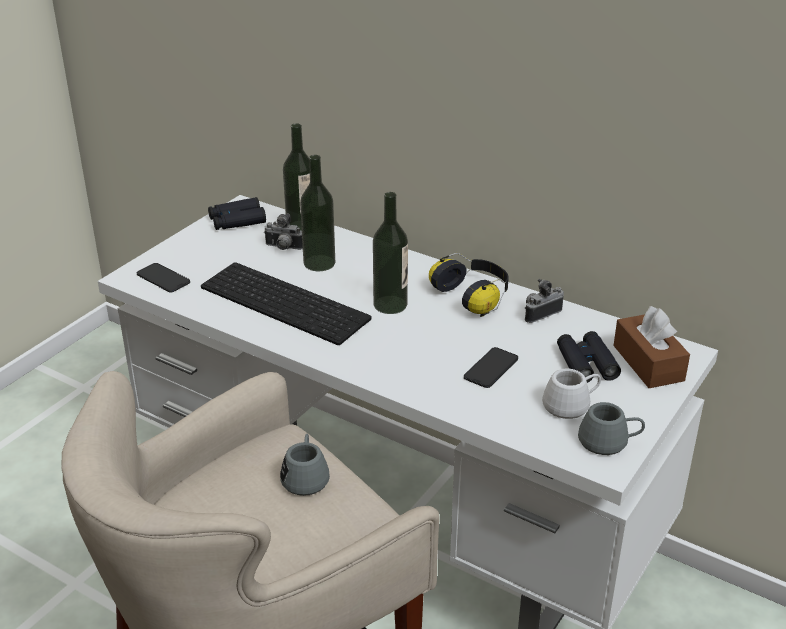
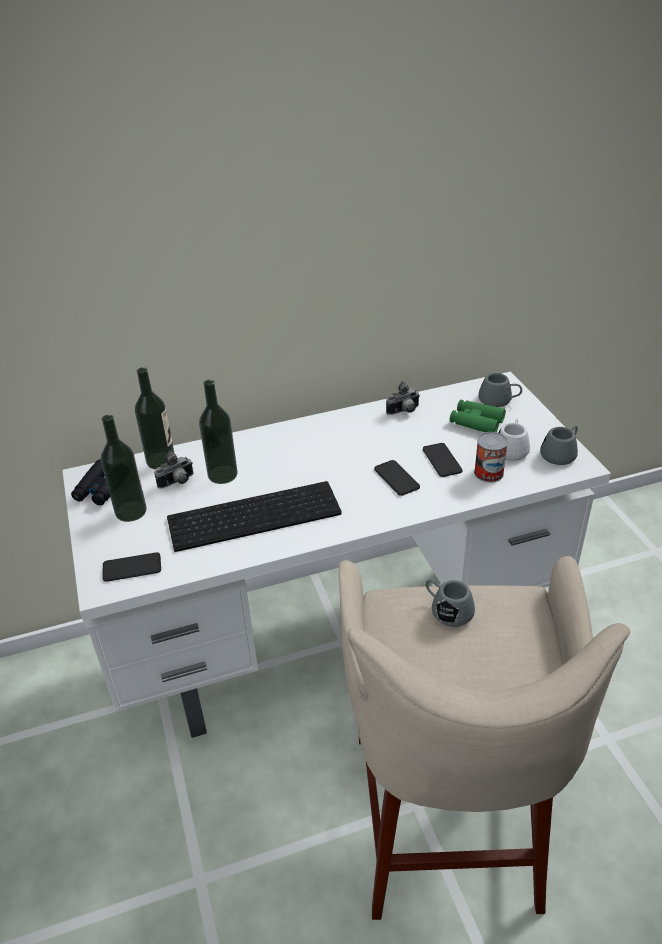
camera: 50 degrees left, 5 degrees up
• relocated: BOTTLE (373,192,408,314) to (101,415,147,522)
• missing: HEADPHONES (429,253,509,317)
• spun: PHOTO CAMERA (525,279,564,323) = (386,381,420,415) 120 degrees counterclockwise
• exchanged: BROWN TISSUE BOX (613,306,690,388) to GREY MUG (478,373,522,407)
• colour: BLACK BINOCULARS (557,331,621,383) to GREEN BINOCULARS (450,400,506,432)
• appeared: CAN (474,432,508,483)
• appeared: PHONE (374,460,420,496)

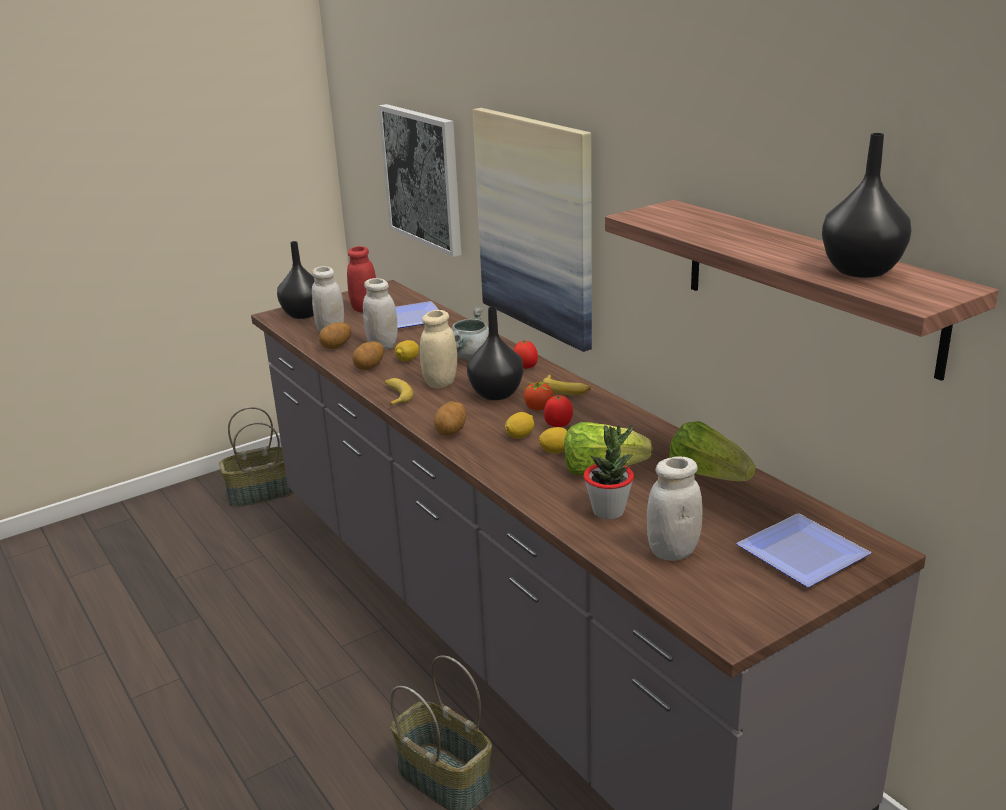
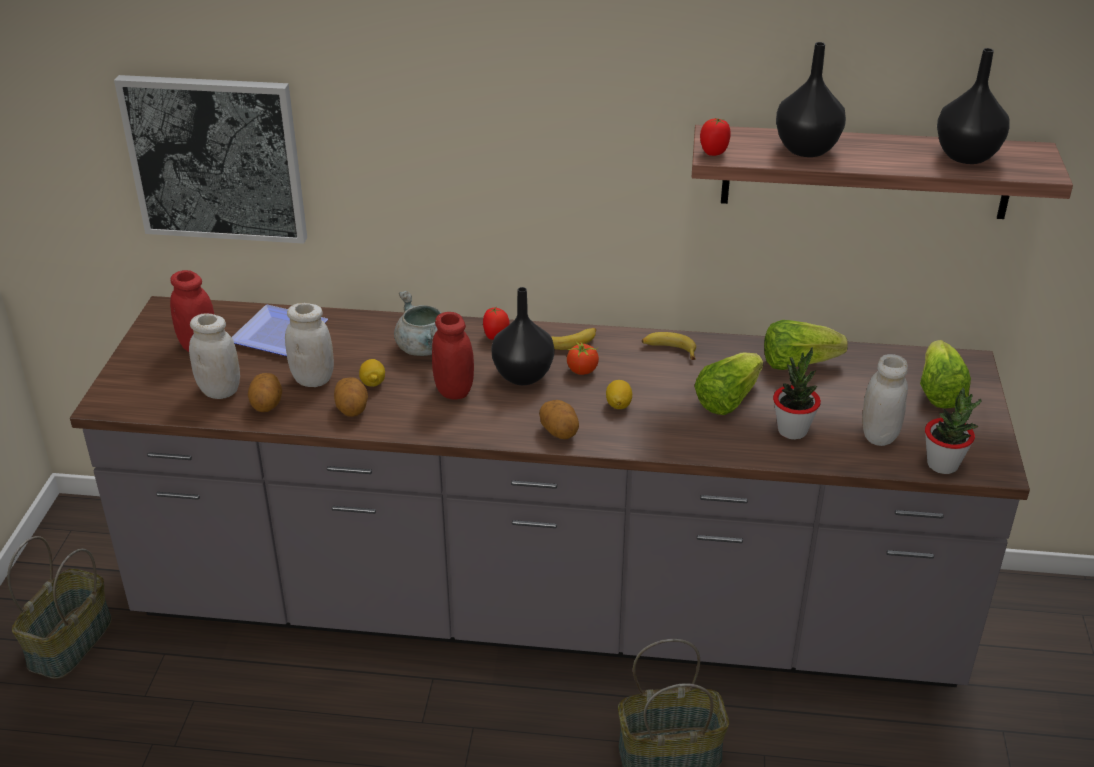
camera: 50 degrees left, 10 degrees up
• missing: PICTURE (473,108,592,352)
• relocated: BLACK VASE (277,241,314,319) to (776,42,846,157)
• colour: BEIGE JAR (420,310,457,389) to RED JAR (432,312,474,400)
• relocated: BANANA (385,378,413,406) to (642,332,696,360)
• relocated: TOMATO (544,395,573,427) to (700,118,731,156)
• missing: LEMON (539,427,567,454)
• exchanged: PLATE (736,513,871,587) to LETTUCE (920,340,971,409)
• appeared: POTTED PLANT (925,388,982,474)

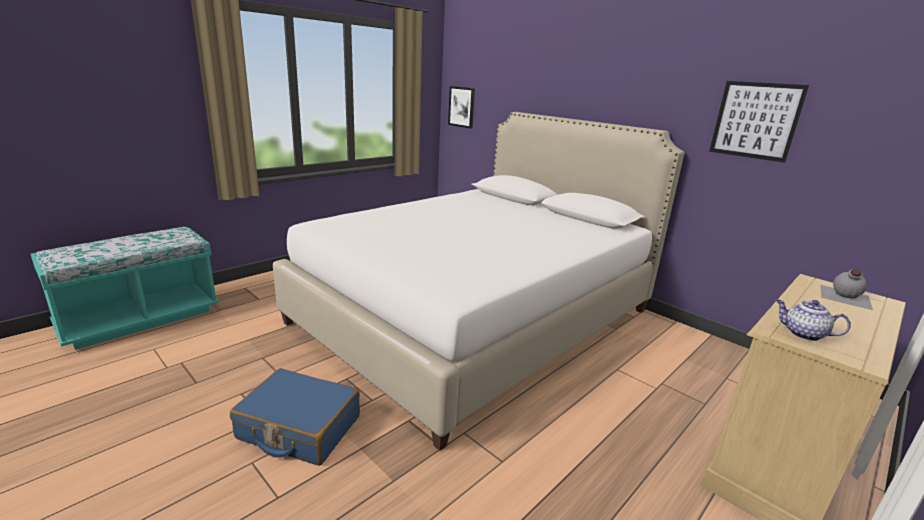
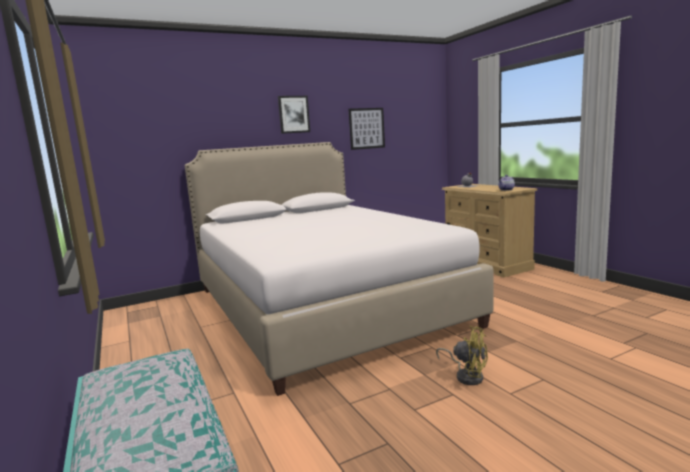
camera: 70 degrees left, 10 degrees down
• relocated: PICTURE (448,86,475,129) to (278,96,310,134)
• exchanged: BLUE SUITCASE (230,368,360,466) to YELLOW FAN (436,326,488,385)

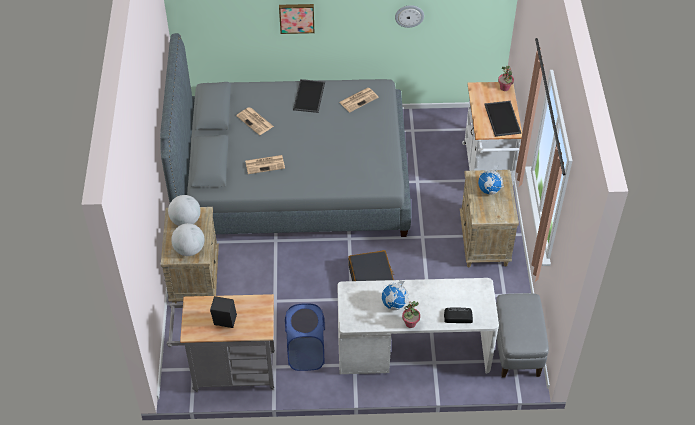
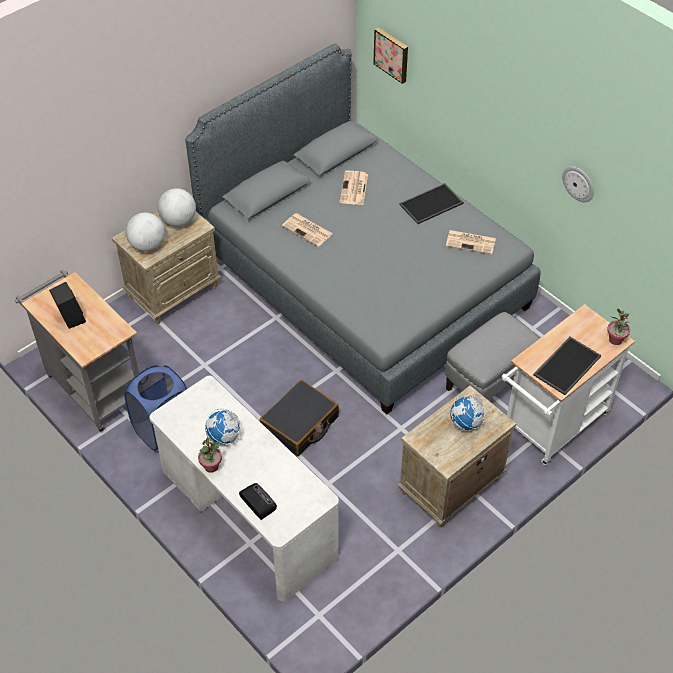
camera: 50 degrees right, 0 degrees up
• relocated: PICTURE (279,4,314,34) to (373,27,408,84)
• relocated: GREY OTTOMAN (496,293,549,378) to (445,312,540,400)

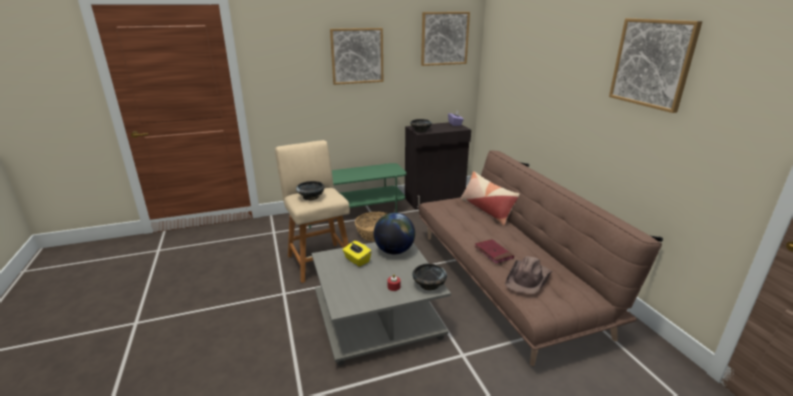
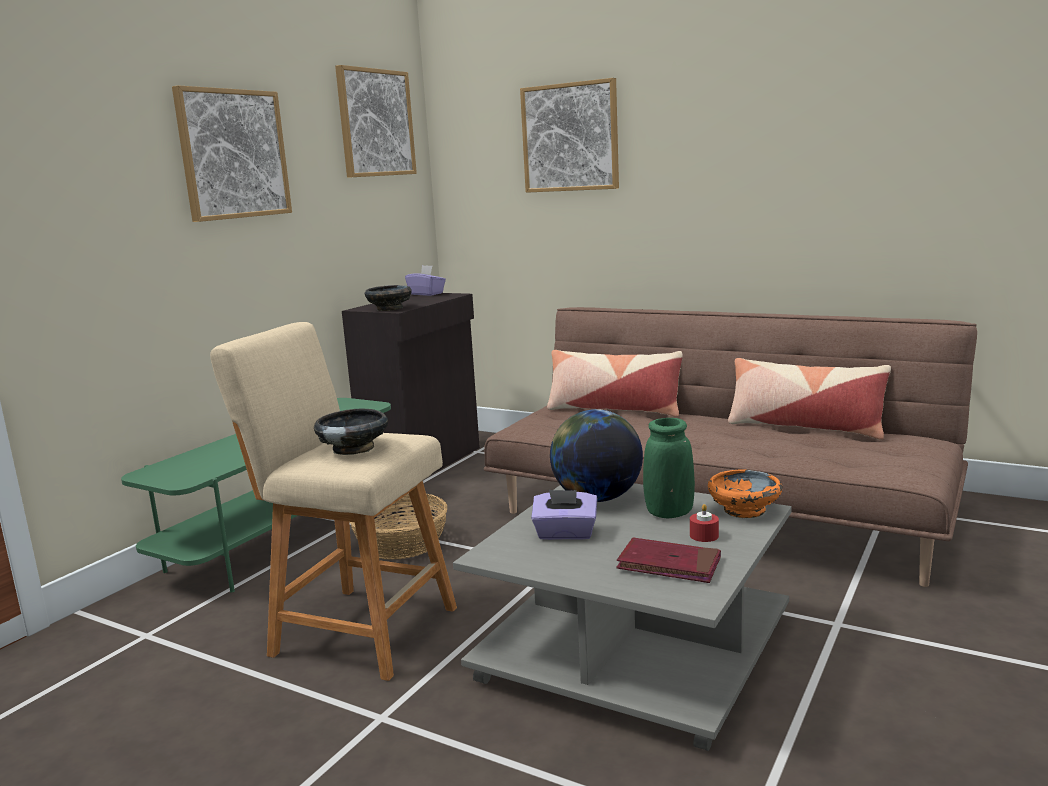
camera: 40 degrees left, 10 degrees down
• relocated: PICTURE (609,18,702,113) to (520,78,619,193)
• relocated: RED BOOK (475,239,514,264) to (616,537,721,583)
• colour: YELLOW TISSUE BOX (343,241,372,267) to PURPLE TISSUE BOX (531,490,597,540)
• missing: BROWN HAT (505,256,553,294)
• colour: BLACK BOWL (412,263,447,291) to ORANGE BOWL (708,470,782,518)
• appeared: PILLOW (728,358,891,440)
• appeared: GREEN VASE (643,418,695,518)

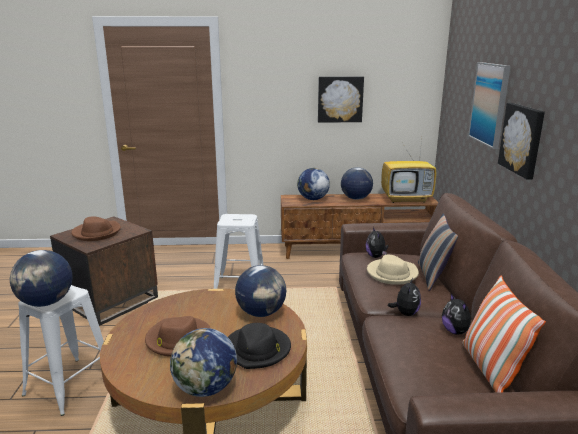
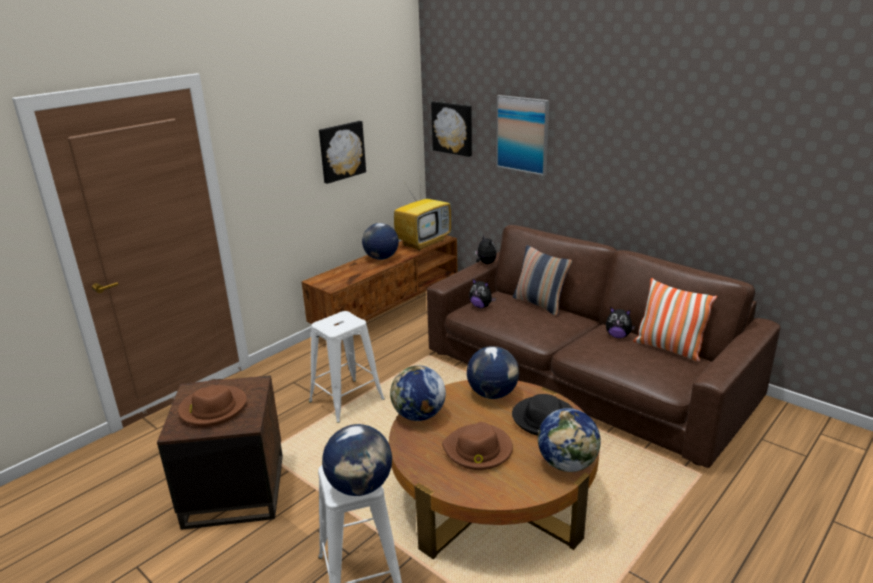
camera: 45 degrees left, 5 degrees up
• relocated: PICTURE (498,103,545,180) to (431,101,472,157)
• relocated: GLOBE (297,168,330,200) to (390,366,446,421)
• missing: BEIGE HAT (367,255,419,285)
• relocated: PLUSH TOY (388,278,421,316) to (475,235,497,264)

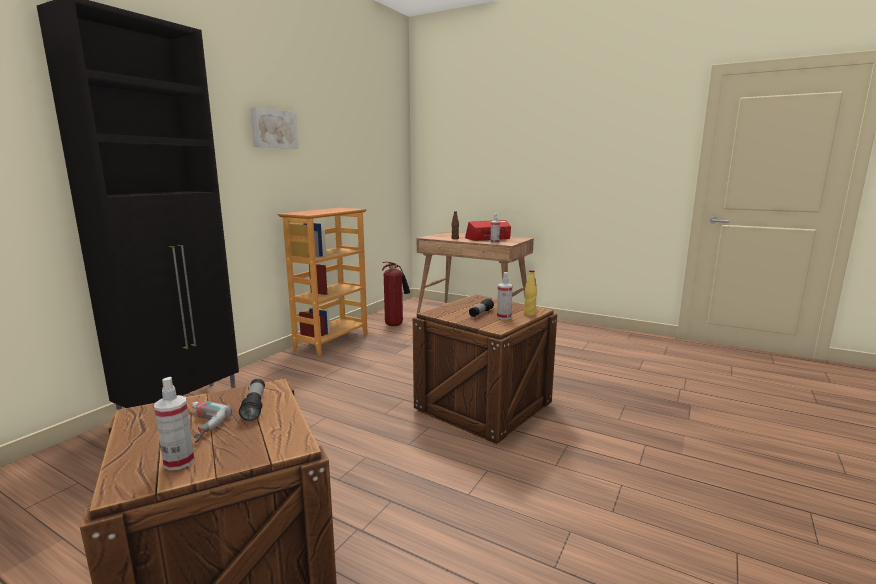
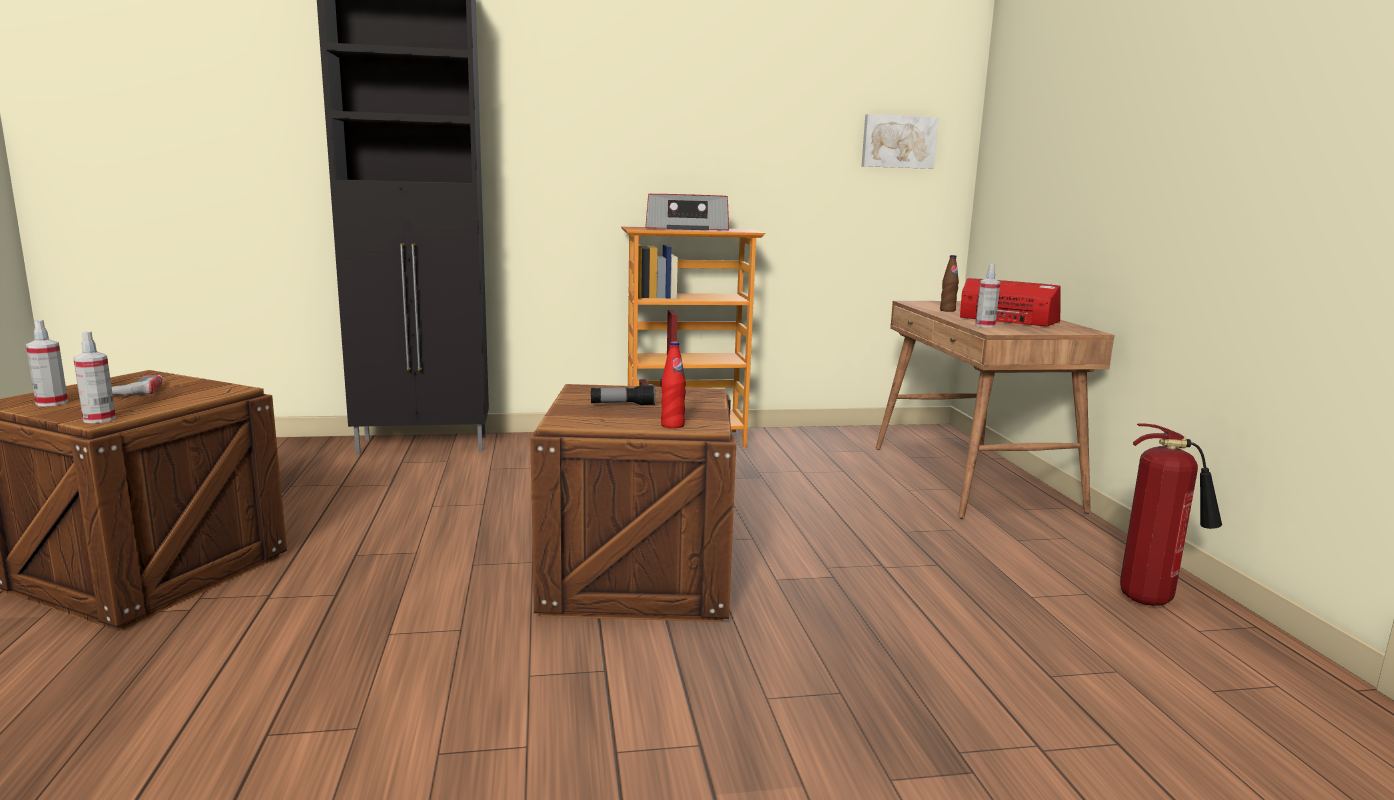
camera: 50 degrees right, 0 degrees up
• relocated: PICTURE (250,107,299,149) to (862,114,939,169)
• relocated: FIRE EXTINGUISHER (382,262,410,326) to (1120,424,1222,606)
• colour: YELLOW BOTTLE (524,270,537,316) to RED BOTTLE (661,341,686,429)
• relocated: SPRAY BOTTLE (497,272,512,320) to (73,331,116,423)
• missing: FLASHLIGHT (239,379,265,421)
• appeared: RADIO (645,194,729,230)

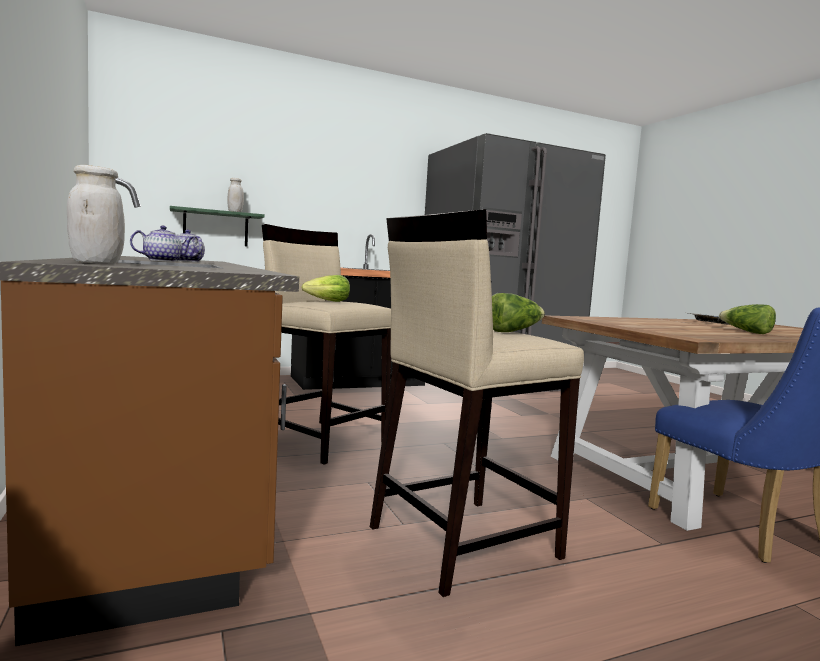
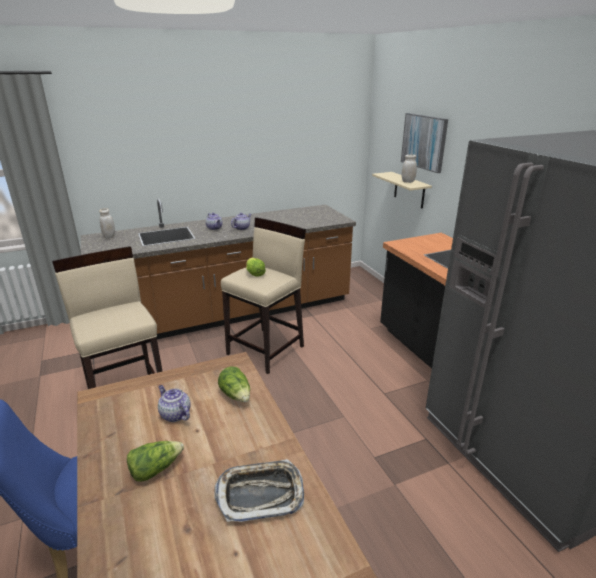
camera: 90 degrees right, 20 degrees up
• colour: GREEN SHELF (170,206,265,246) to BEIGE SHELF (372,172,432,209)
• relocated: LETTUCE (492,293,545,332) to (218,367,250,402)
• appeared: PICTURE (401,113,448,173)
• appeared: TEAPOT (158,385,190,422)

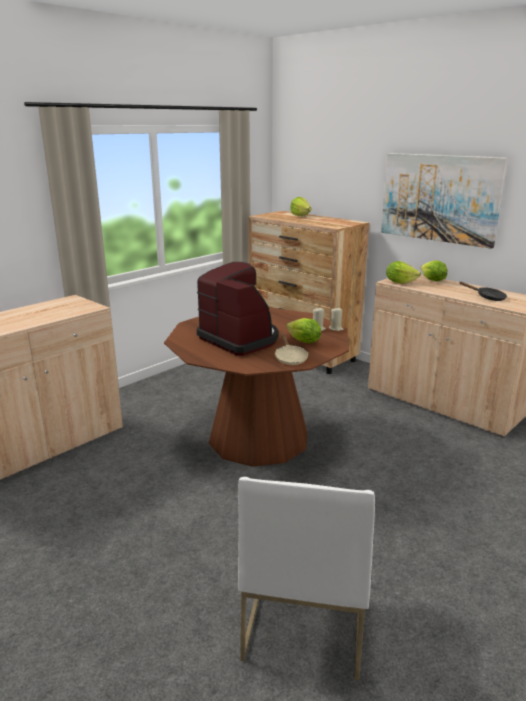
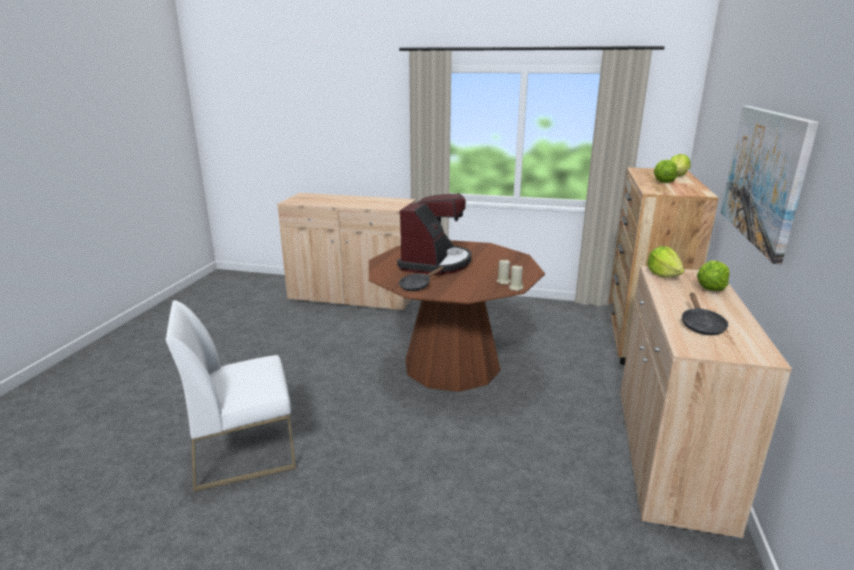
camera: 60 degrees right, 0 degrees up
• relocated: LETTUCE (286,318,321,343) to (654,160,677,183)
• colour: BEIGE FRYING PAN (275,334,308,365) to BLACK FRYING PAN (399,267,444,291)

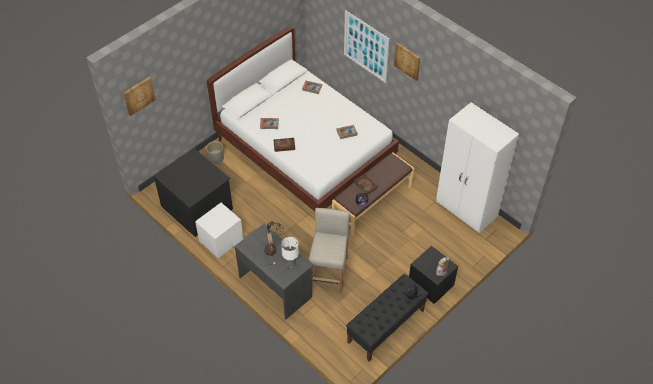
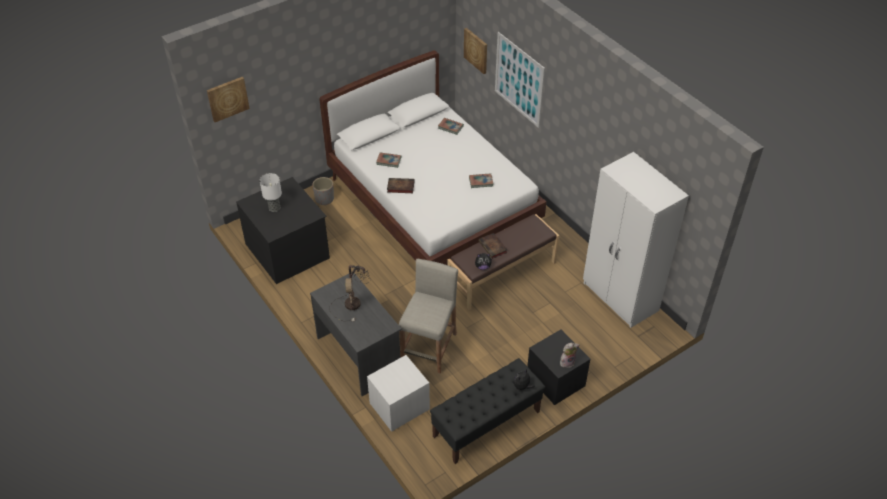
camera: 10 degrees right, 5 degrees down
• relocated: PICTURE (394,42,420,81) to (464,28,487,74)
• relocated: WHITE NIGHTSTAND (195,203,243,258) to (367,355,430,432)
• relocated: TABLE LAMP (281,237,299,267) to (260,173,282,212)

